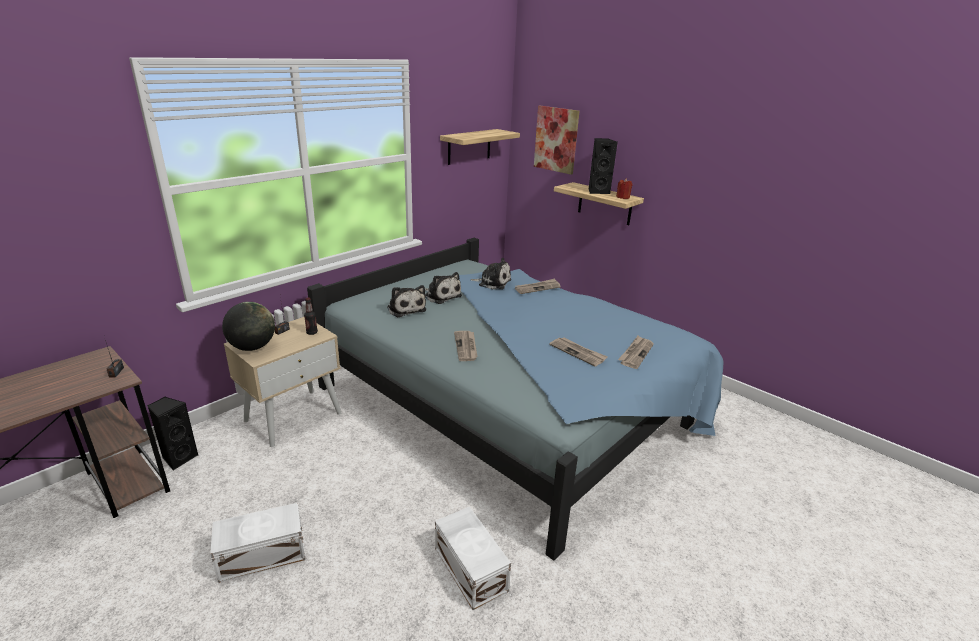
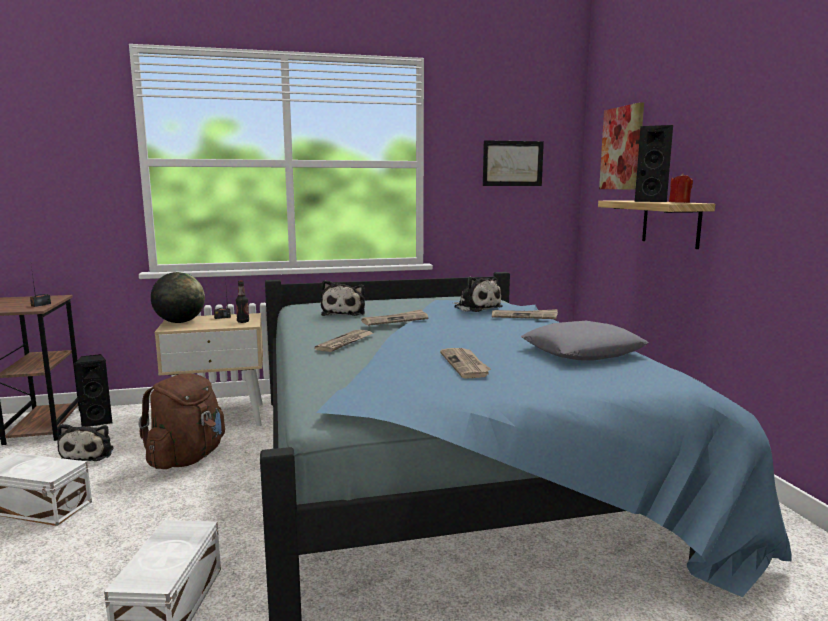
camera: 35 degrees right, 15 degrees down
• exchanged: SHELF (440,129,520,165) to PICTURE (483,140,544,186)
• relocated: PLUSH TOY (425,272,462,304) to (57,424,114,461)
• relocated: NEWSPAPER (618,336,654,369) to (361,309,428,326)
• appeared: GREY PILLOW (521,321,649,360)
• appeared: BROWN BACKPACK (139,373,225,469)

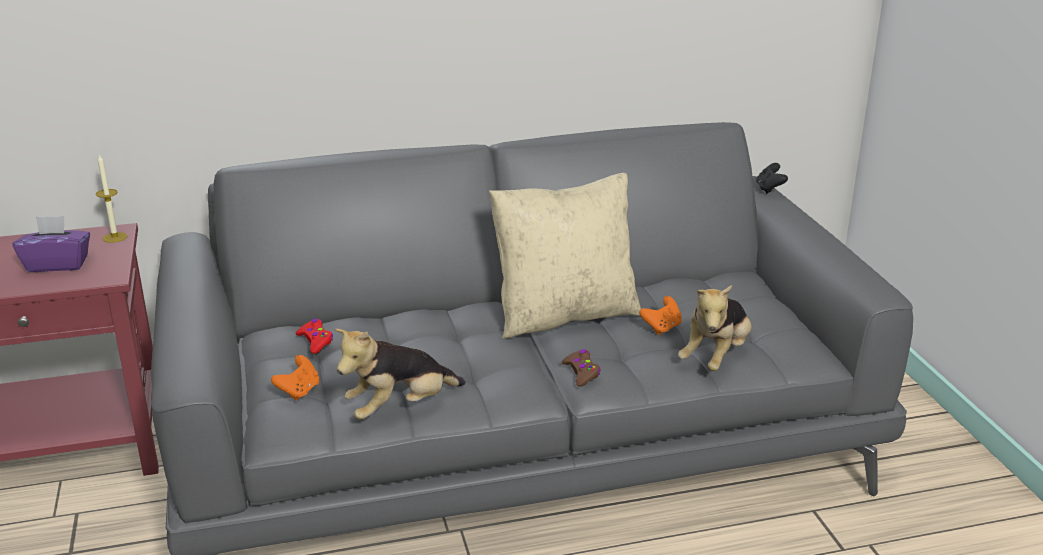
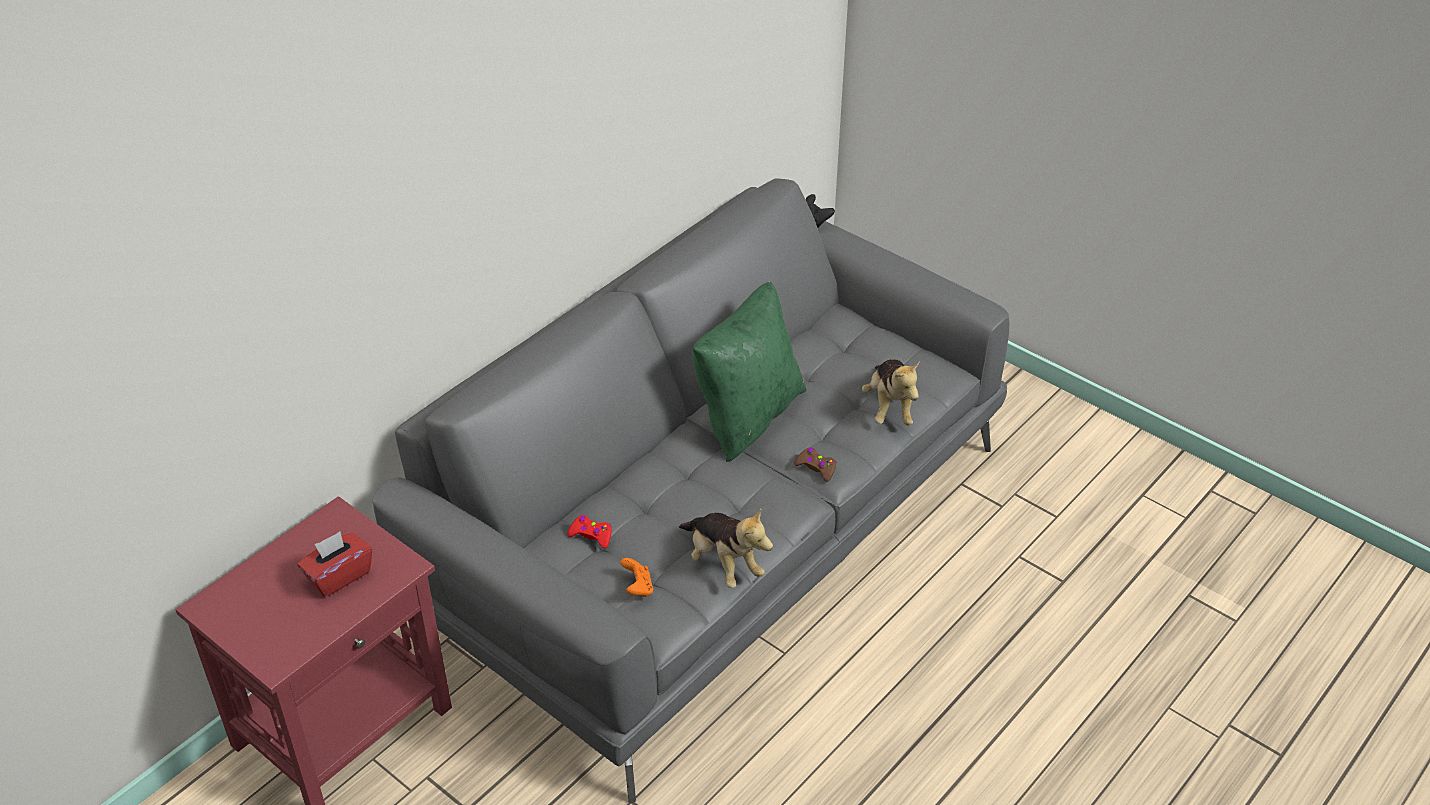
camera: 35 degrees left, 15 degrees up
• missing: CANDLE (96,154,127,243)
• colour: BEIGE PILLOW (489,173,641,339) to GREEN PILLOW (692,281,806,462)
• colour: PURPLE TISSUE BOX (12,216,90,272) to RED TISSUE BOX (297,532,372,597)
• missing: ORANGE GAME CONTROLLER (639,296,682,335)
• spun: PLUSH TOY (335,329,466,420) = (679,509,773,588) 60 degrees counterclockwise

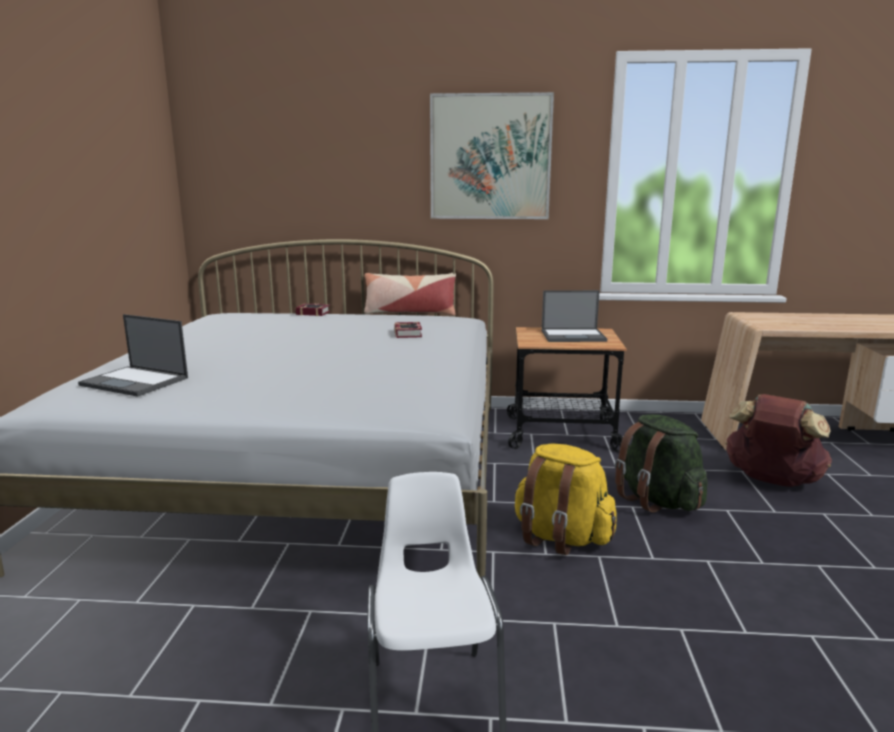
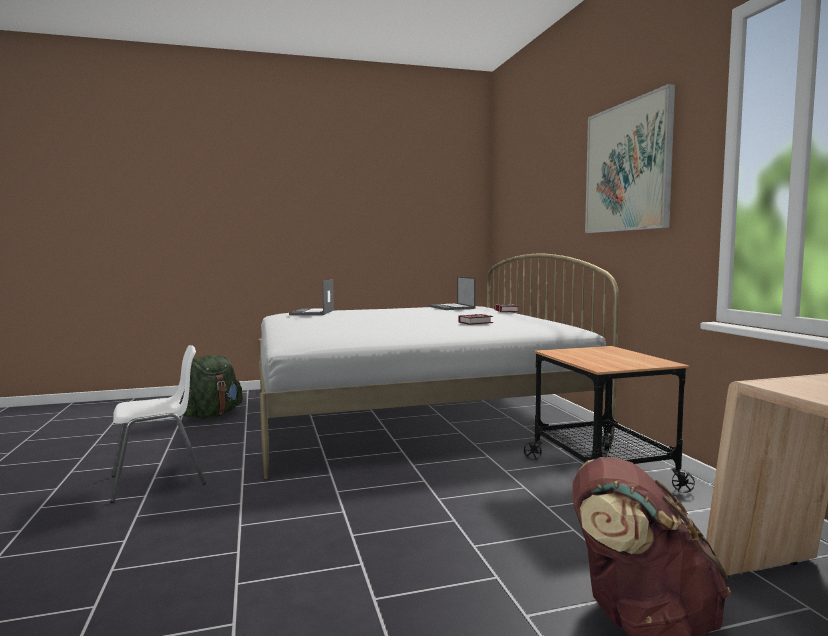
camera: 70 degrees right, 10 degrees down
• missing: PILLOW (364,273,456,316)
• relocated: LAPTOP (542,290,607,342) to (429,276,475,310)
• relocated: GREEN BACKPACK (615,414,708,513) to (180,355,243,418)
• missing: YELLOW BACKPACK (515,444,617,555)

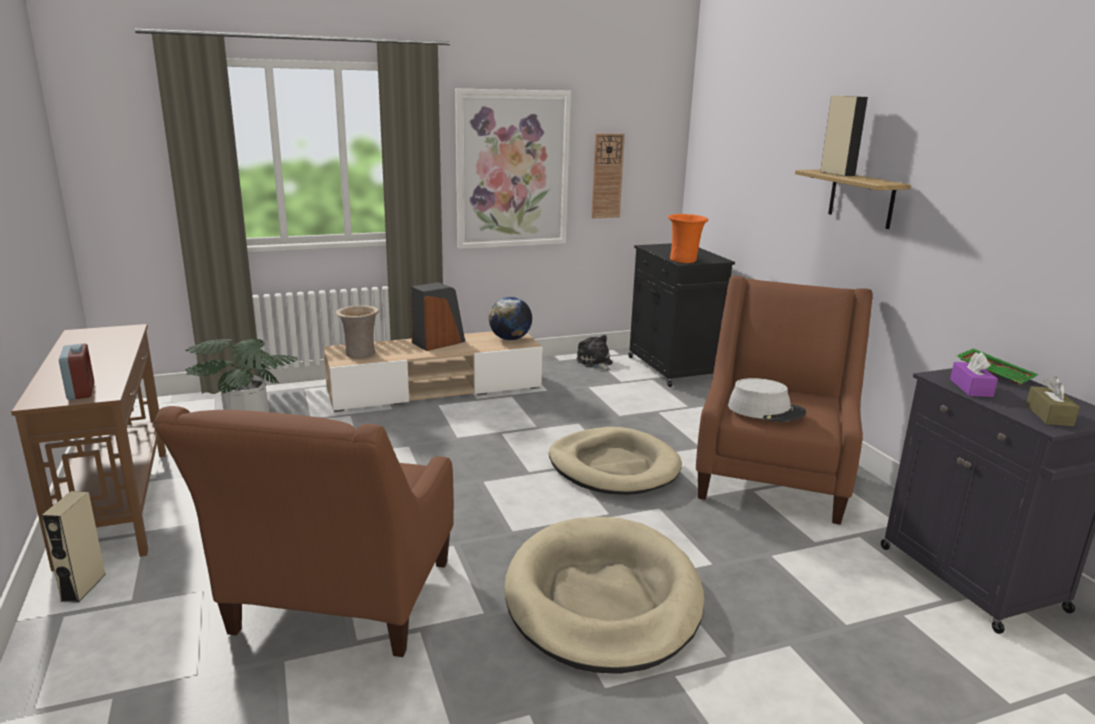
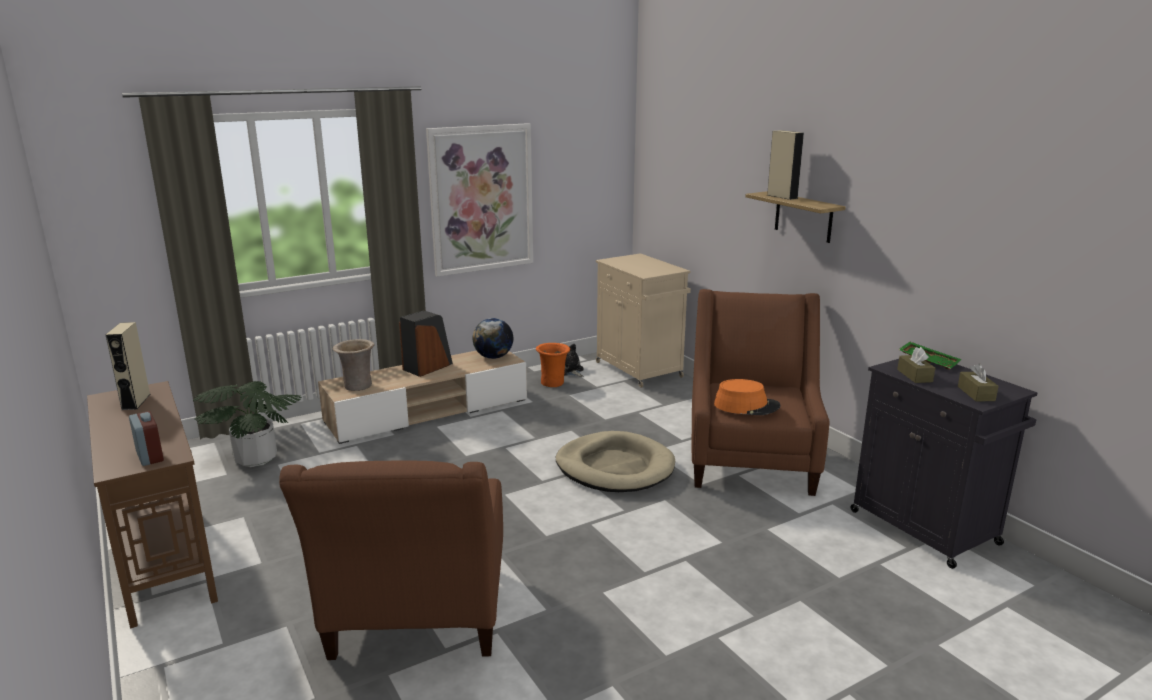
camera: 10 degrees left, 0 degrees up
• missing: WALL CLOCK (591,134,625,218)
• relocated: ORANGE VASE (668,214,708,263) to (536,343,570,387)
• colour: BLACK CABINET (628,243,735,387) to BEIGE CABINET (596,253,691,388)
• colour: PURPLE TISSUE BOX (950,352,998,397) to BROWN TISSUE BOX (897,347,935,383)
• colour: GREY HAT (728,378,806,422) to ORANGE HAT (714,379,781,415)
• relocated: BEIGE SPEAKER (41,491,106,603) to (106,322,150,410)
• missing: BEIGE DOG BED (504,517,704,674)

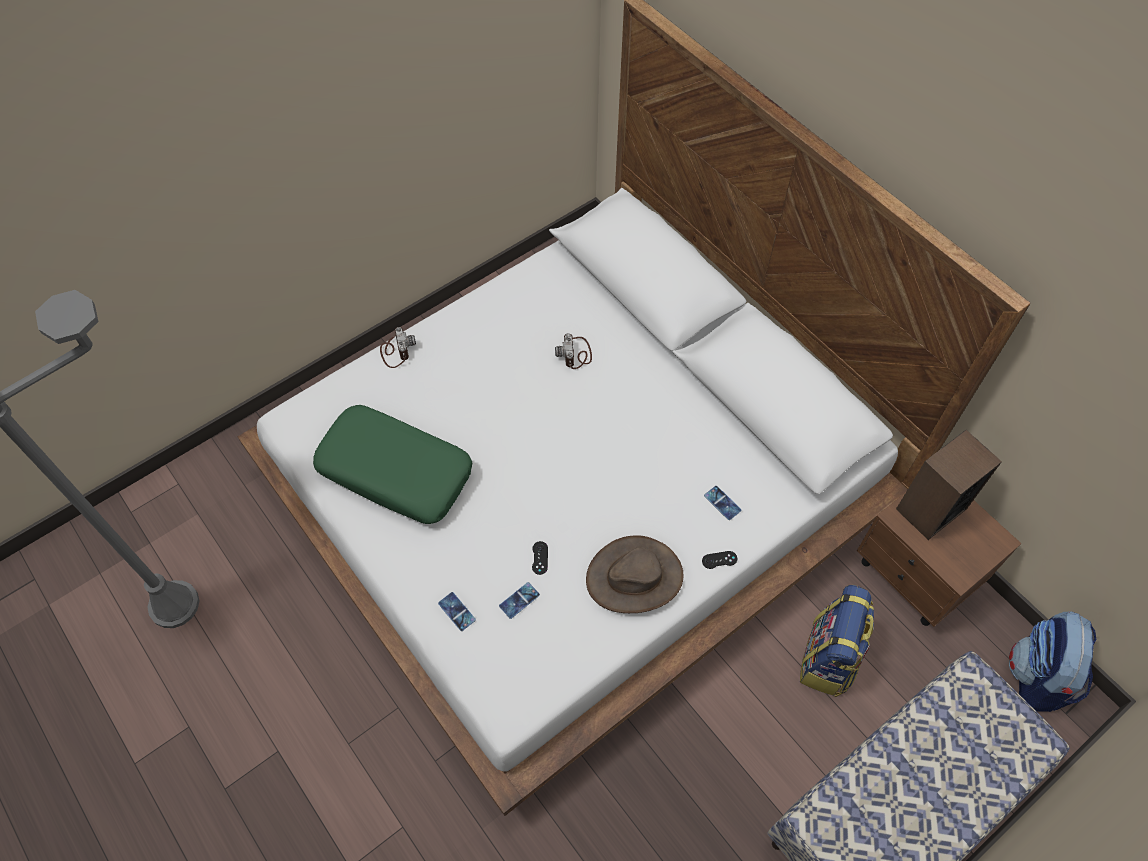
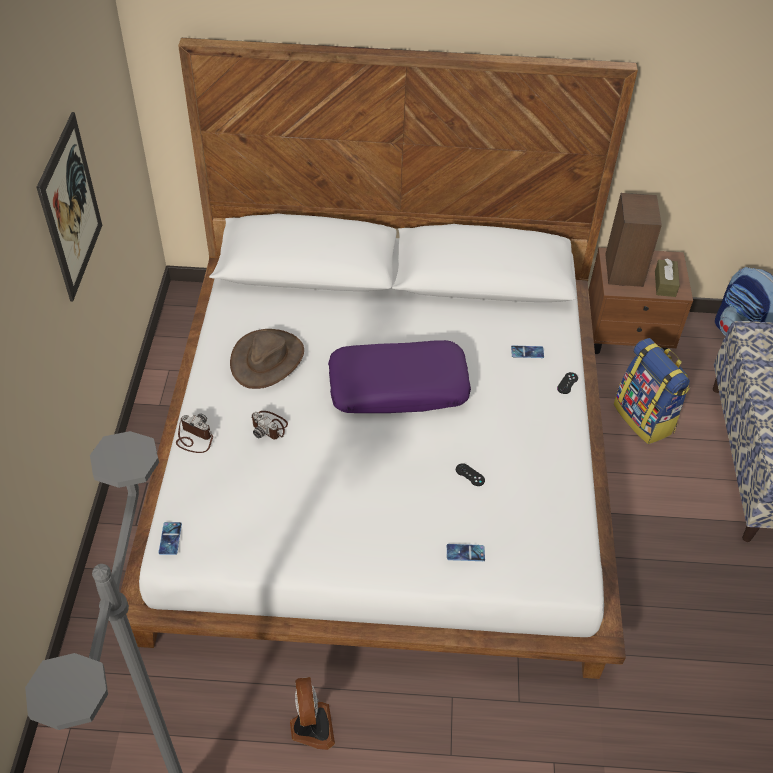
camera: 50 degrees left, 10 degrees down
• relocated: PHOTO CAMERA (555,333,592,369) to (251,411,288,439)
• missing: GREEN PILLOW (313,405,472,524)
• relocated: BROWN HAT (586,535,683,613) to (230,329,304,389)
• relocated: PHONE (499,582,540,619) to (158,522,182,555)
• appeared: PICTURE (36,112,102,301)
• appeared: BROWN TISSUE BOX (655,259,680,297)
• appeared: PURPLE PILLOW (328,340,471,413)
• appeared: FAN (290,677,335,750)

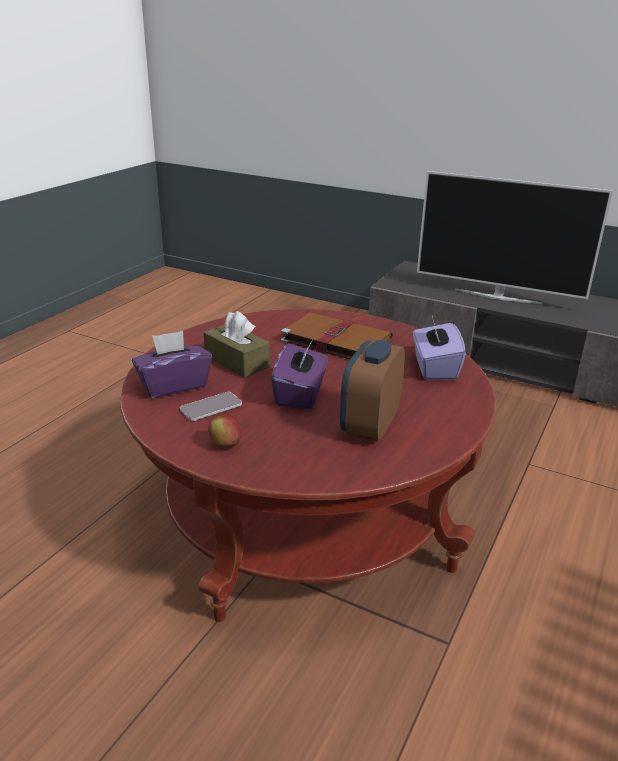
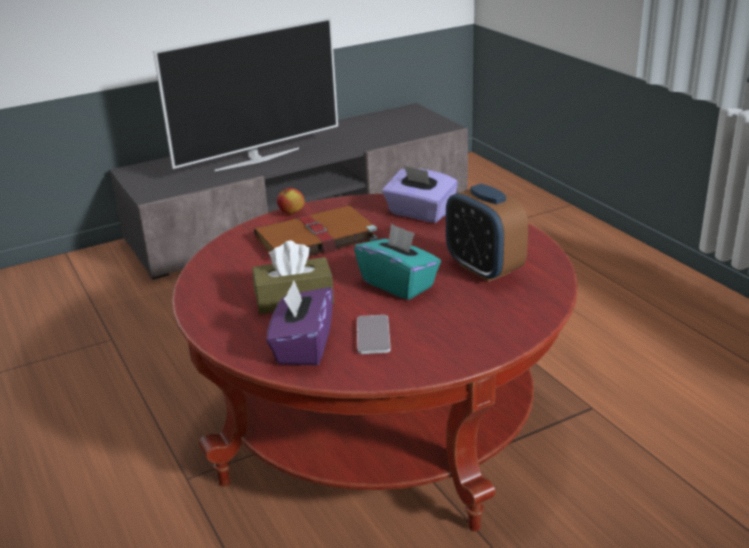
camera: 55 degrees left, 0 degrees up
• colour: PURPLE TISSUE BOX (271,341,328,409) to TURQUOISE TISSUE BOX (354,223,441,300)
• relocated: APPLE (208,414,241,447) to (277,188,305,215)

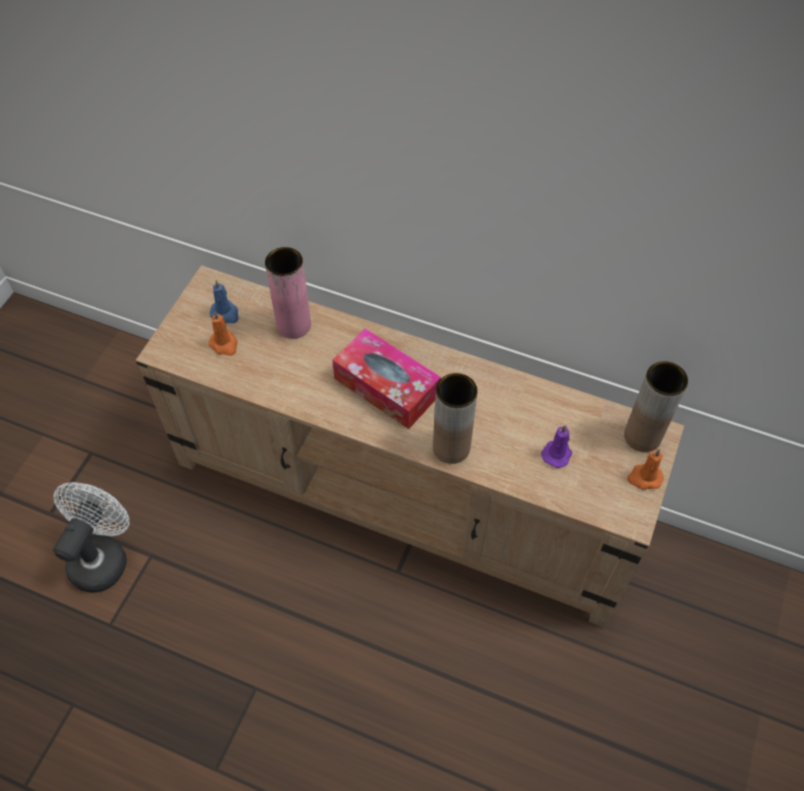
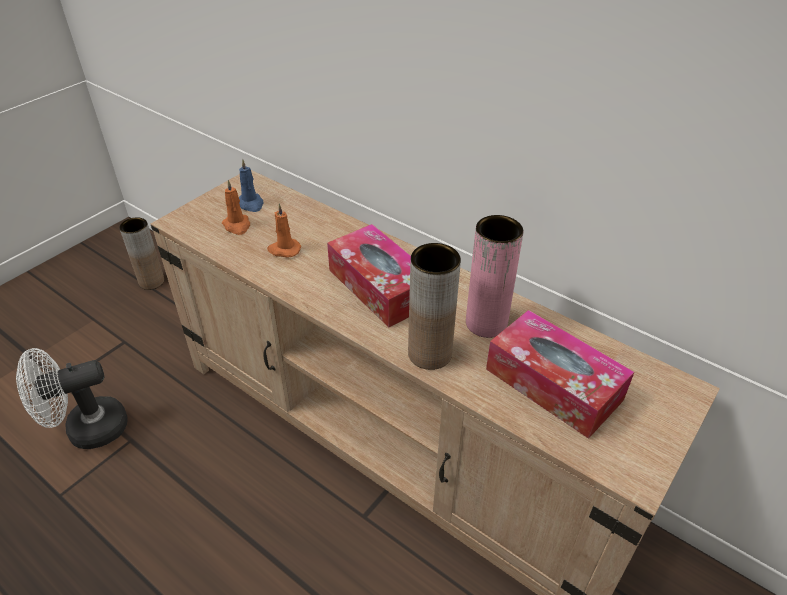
camera: 15 degrees right, 15 degrees down
• relocated: PINK VASE (265,247,311,339) to (466,215,524,338)
• relocated: BROWN VASE (624,361,688,452) to (119,217,164,290)
• exchanged: PURPLE CANDLE (541,425,572,468) to TISSUE BOX (486,310,634,439)
• relocated: ORANGE CANDLE (627,449,664,490) to (267,204,301,258)
• spun: WHITE FAN (53,482,130,593) = (16,348,128,449) 150 degrees counterclockwise

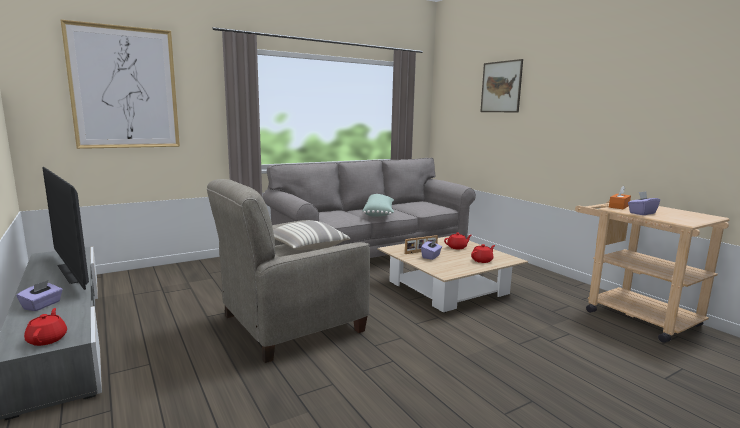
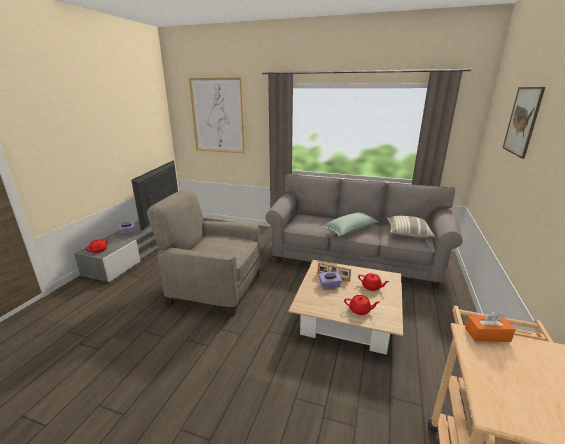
camera: 50 degrees right, 10 degrees up
• missing: PURPLE TISSUE BOX (628,191,660,215)
• relocated: PILLOW (273,221,351,250) to (387,216,435,238)

